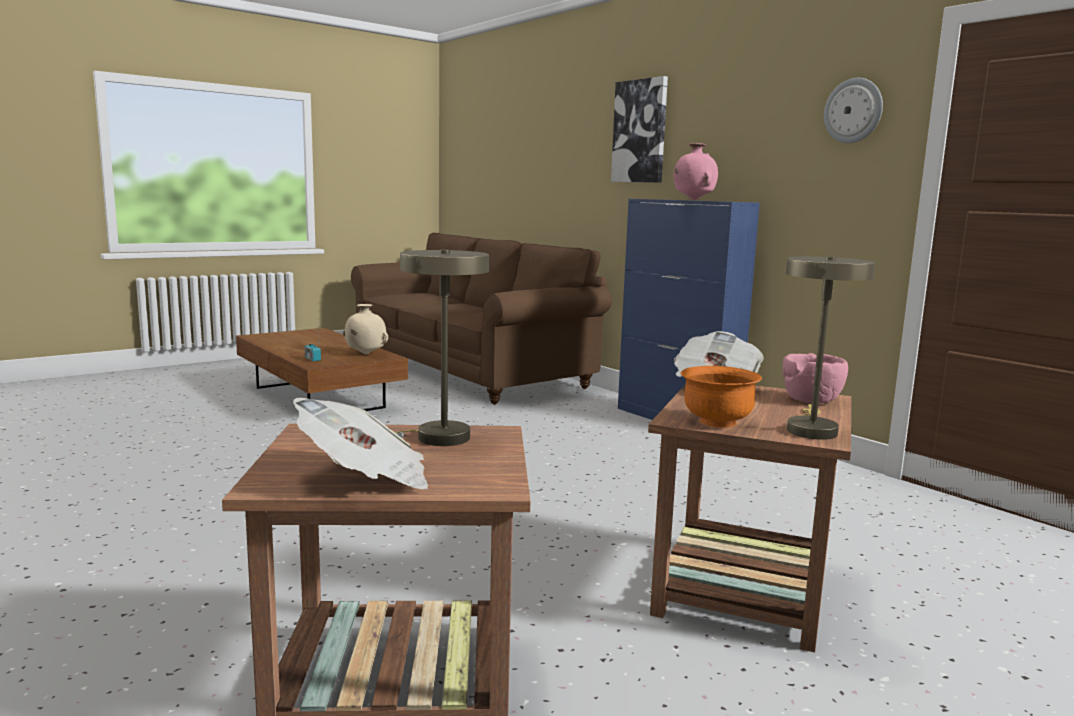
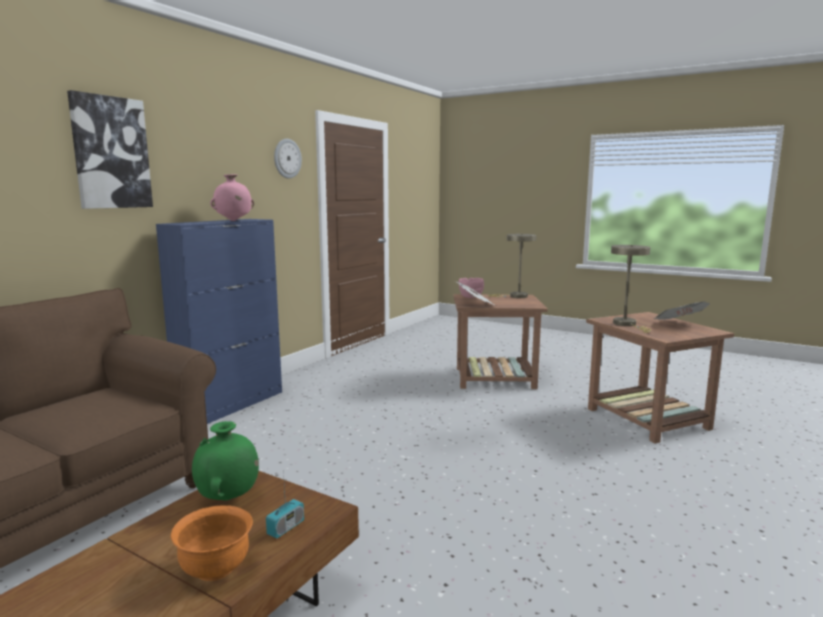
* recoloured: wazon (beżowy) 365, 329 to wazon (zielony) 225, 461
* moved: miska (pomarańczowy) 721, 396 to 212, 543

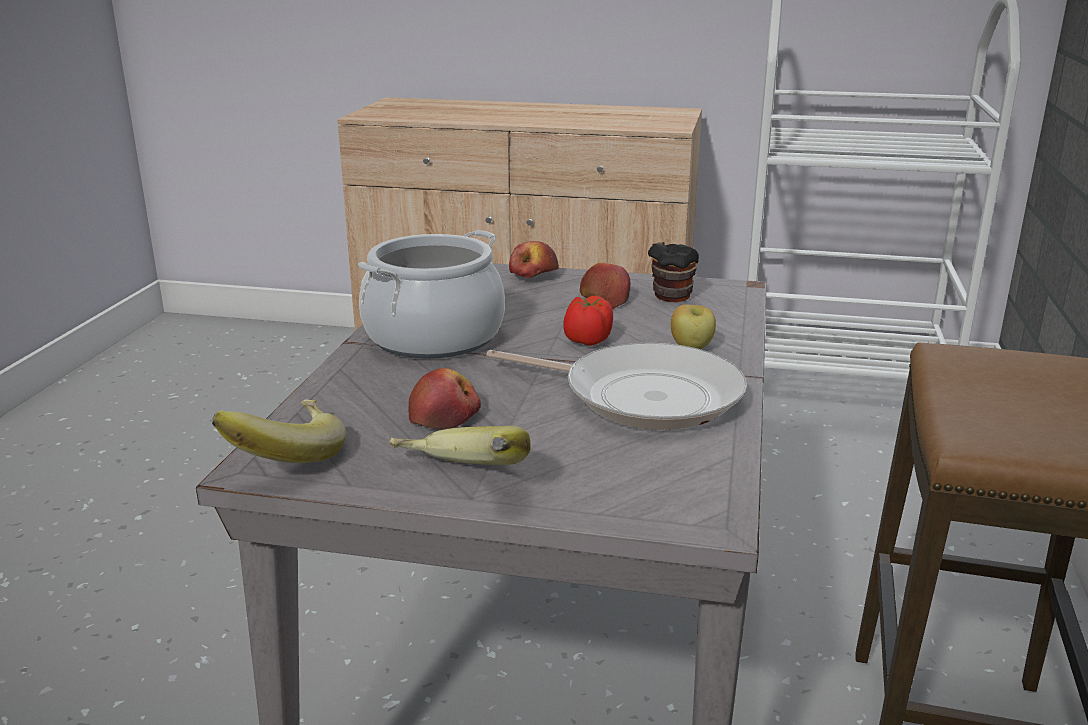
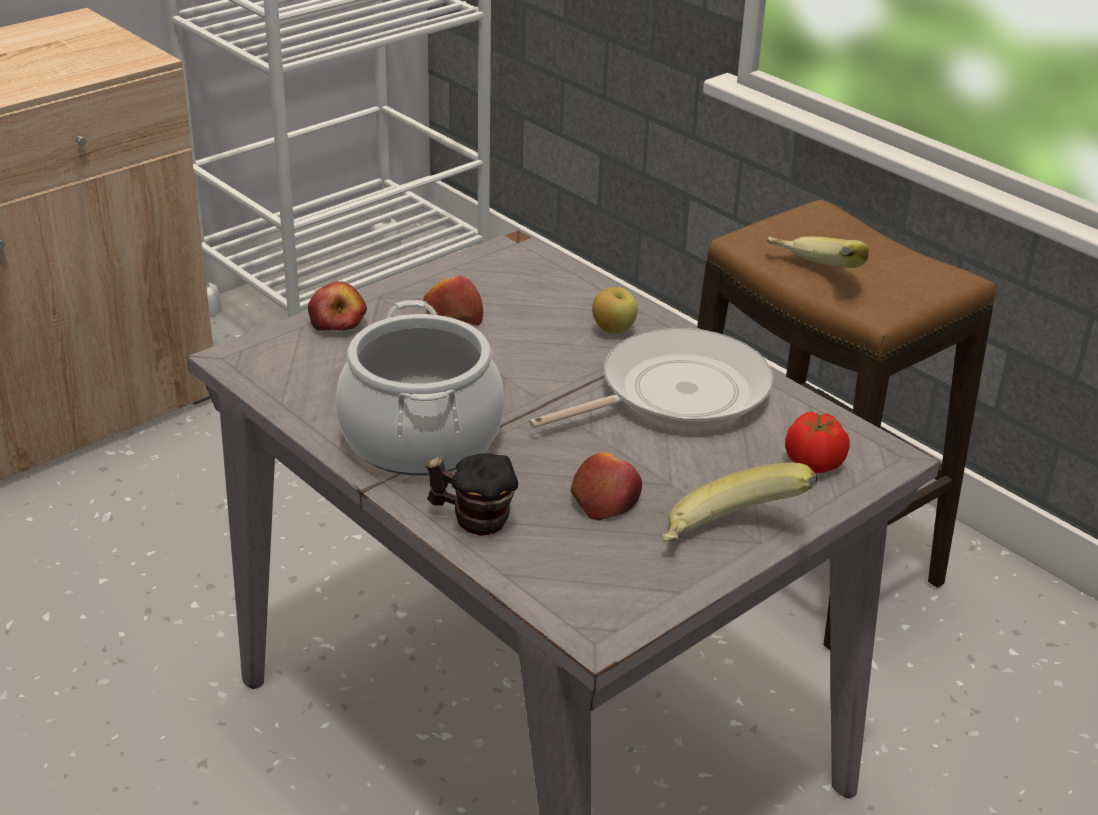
* moved: banan 279, 431 to 818, 252
* moved: pomidor 588, 321 to 817, 442
* moved: kubek 673, 272 to 472, 494

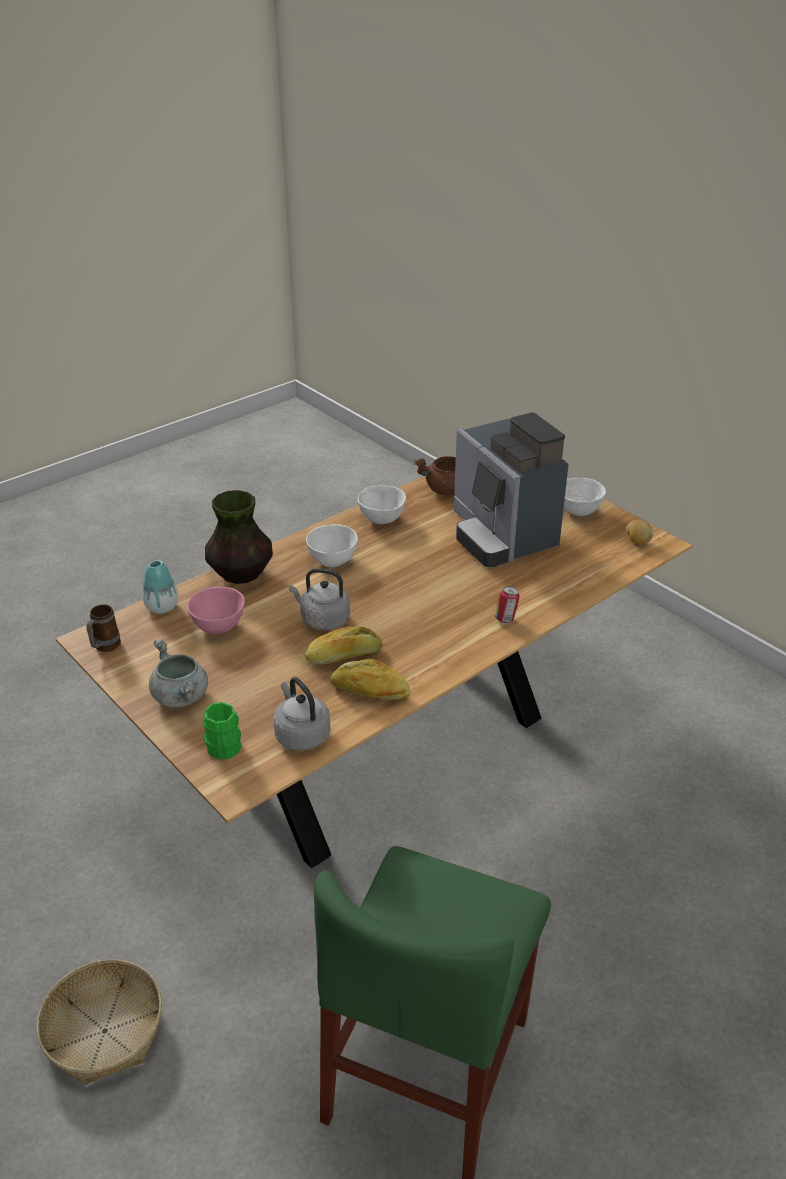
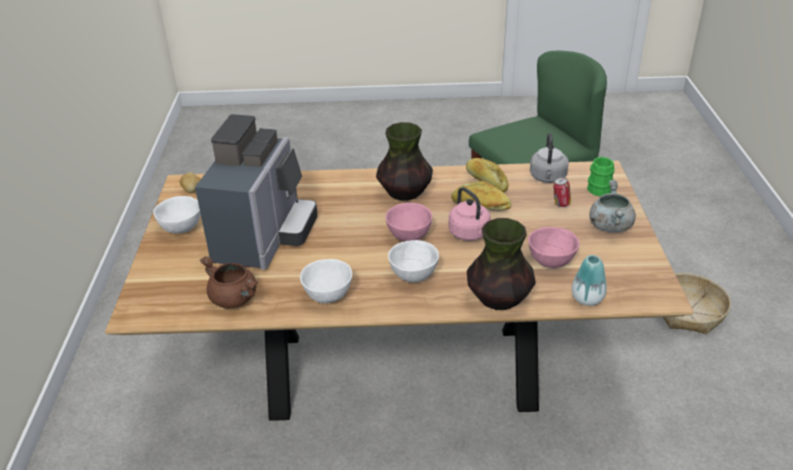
* removed: kubek 104, 628
* recoloured: czajnik (szary) 319, 599 to czajnik (różowy) 469, 214
* moved: puszka 507, 604 to 562, 192
* added: wazon 404, 161
* added: miska (różowy) 408, 222

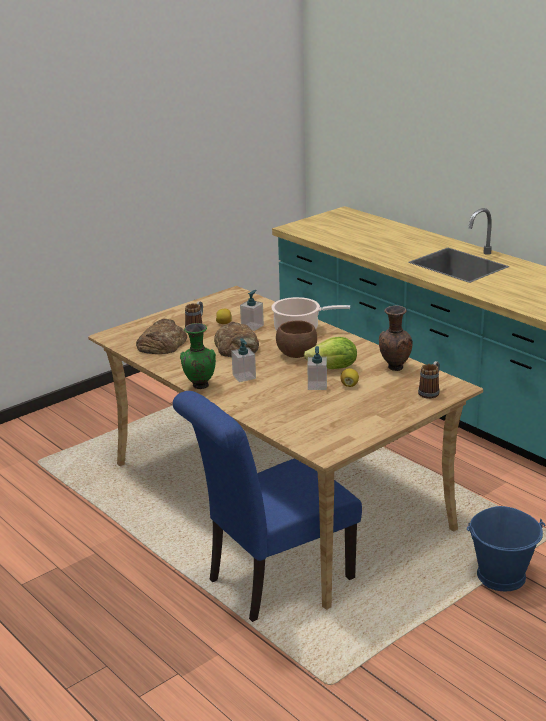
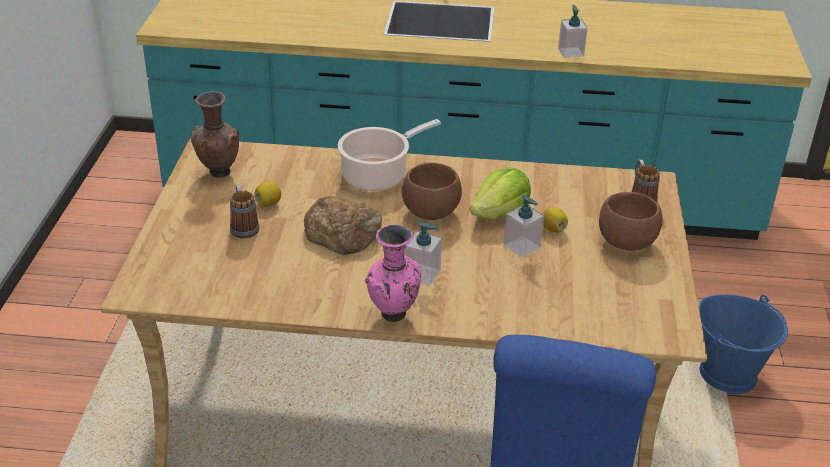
* removed: chleb 161, 336
* recoloured: wazon (zielony) 198, 356 to wazon (różowy) 393, 273
* moved: dozownik mydła 252, 310 to 573, 31
* moved: wazon (brązowy) 396, 338 to 215, 134
* added: miska (brązowy) 631, 221

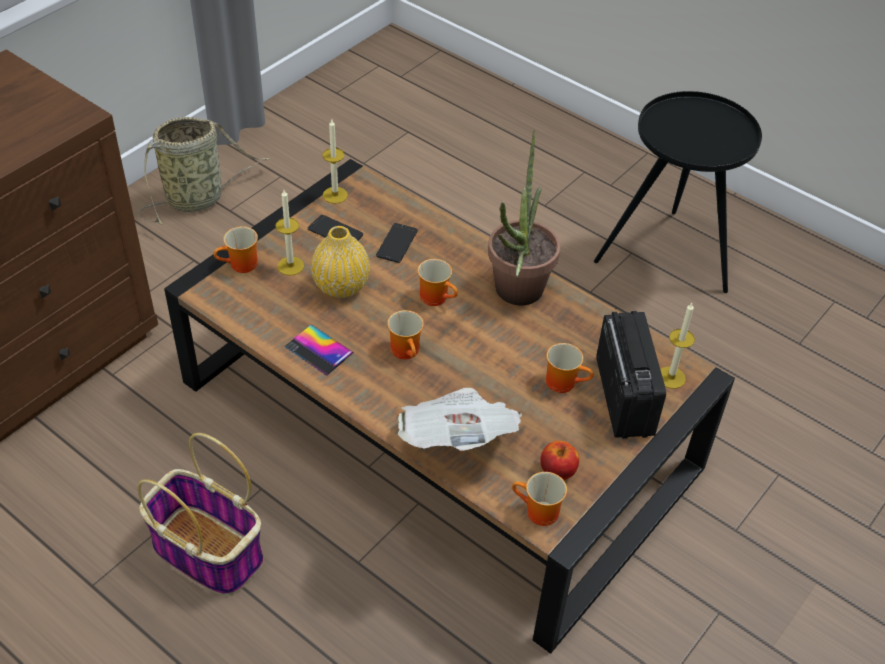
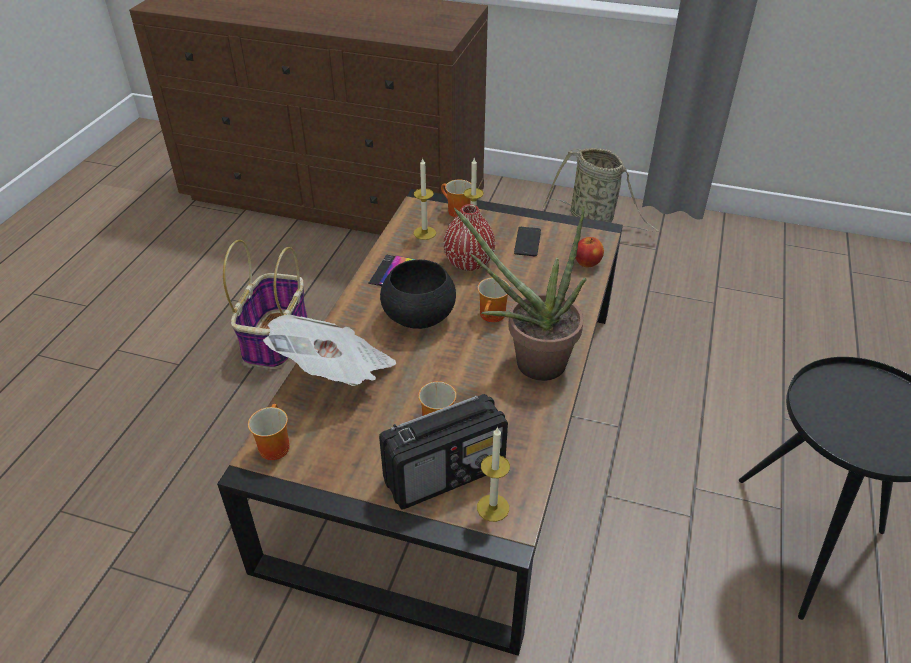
* recoloured: wazon (żółty) 340, 262 to wazon (czerwony) 469, 237
* moved: świeca 335, 162 to 425, 198
* removed: telefon 397, 243
* replaced: kubek 405, 334 to miska (czarny) 418, 294
* moved: jabłko 559, 460 to 590, 252

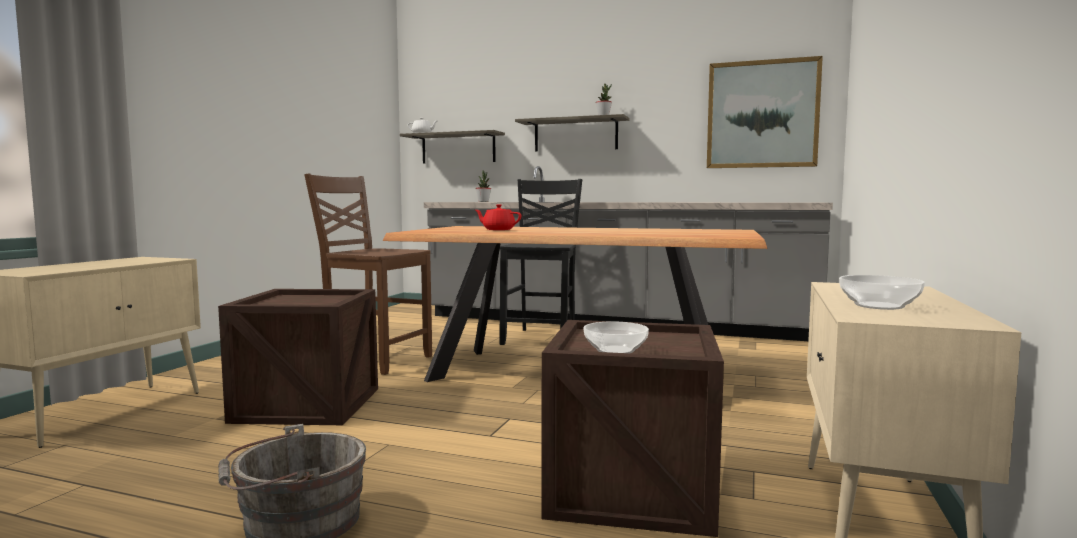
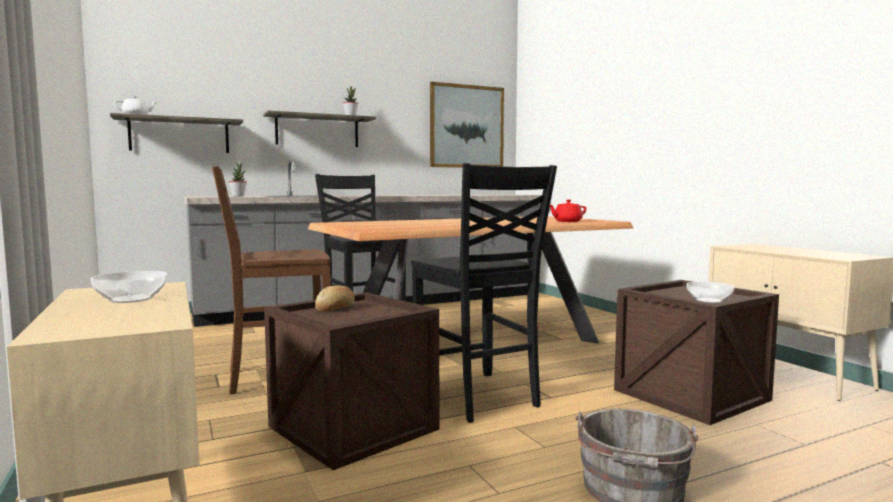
* moved: imbryk (czerwony) 498, 217 to 568, 211
* moved: miska 882, 292 to 129, 287
* added: chleb 335, 298
* added: krzesło (czarny) 484, 293

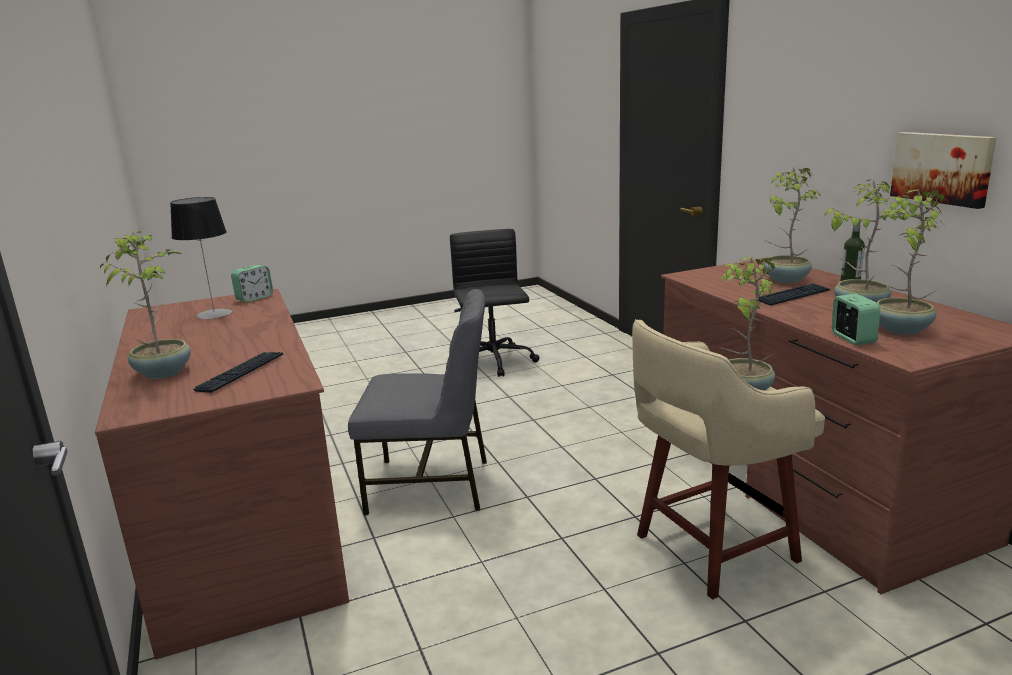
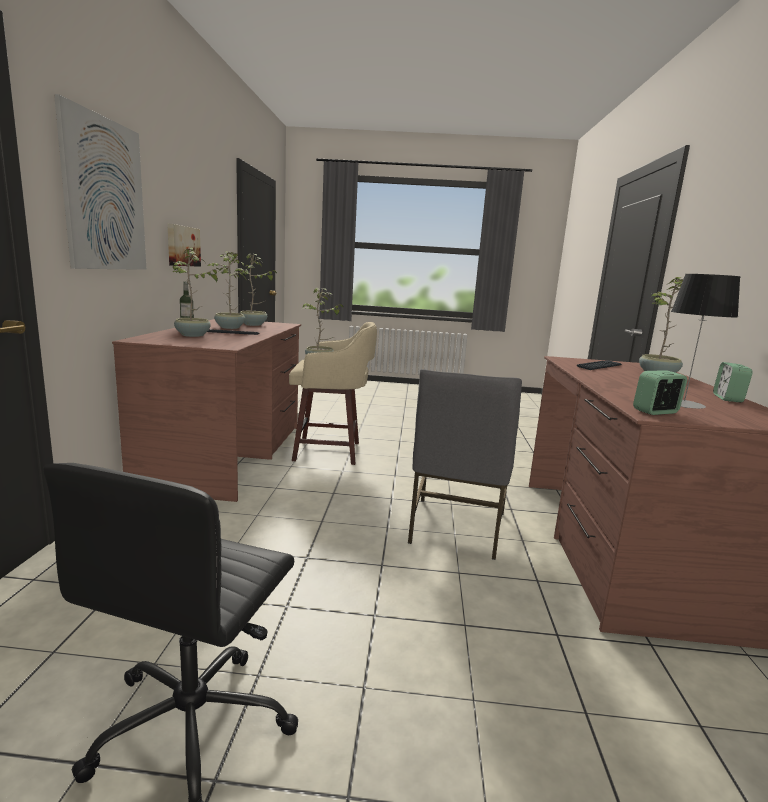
* turned: krzesło (szary) 417, 402 = 465, 464 105 degrees counterclockwise
* moved: budzik 856, 319 to 732, 382
* added: obraz 100, 182

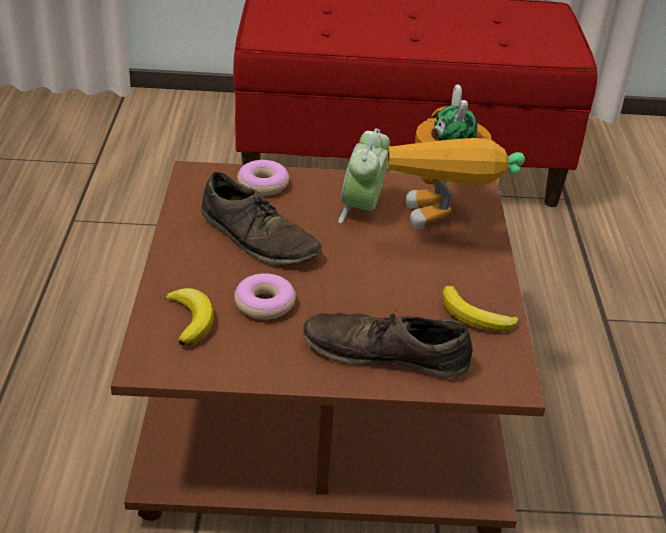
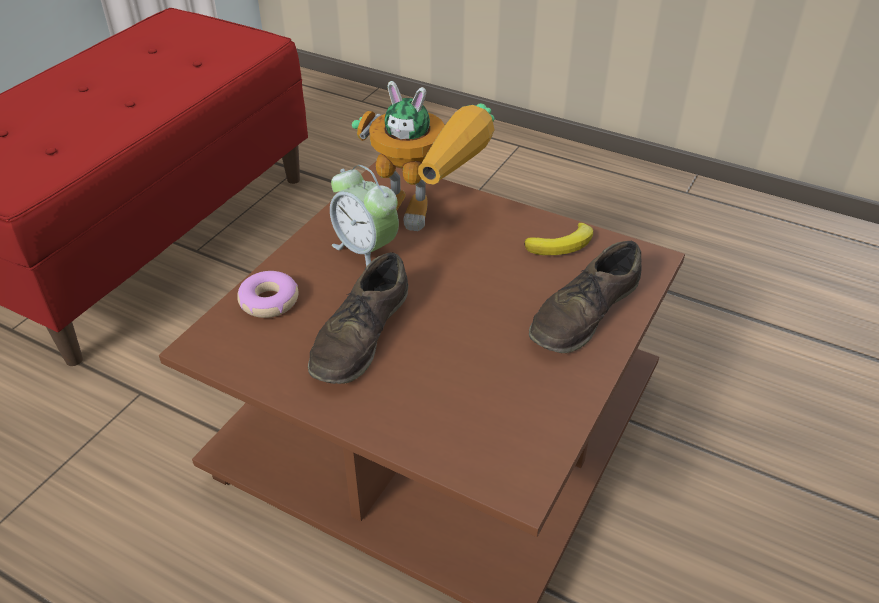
* removed: banan 189, 317
* turned: but (brązowy) 261, 218 = 358, 318 135 degrees clockwise
* removed: donut 265, 296

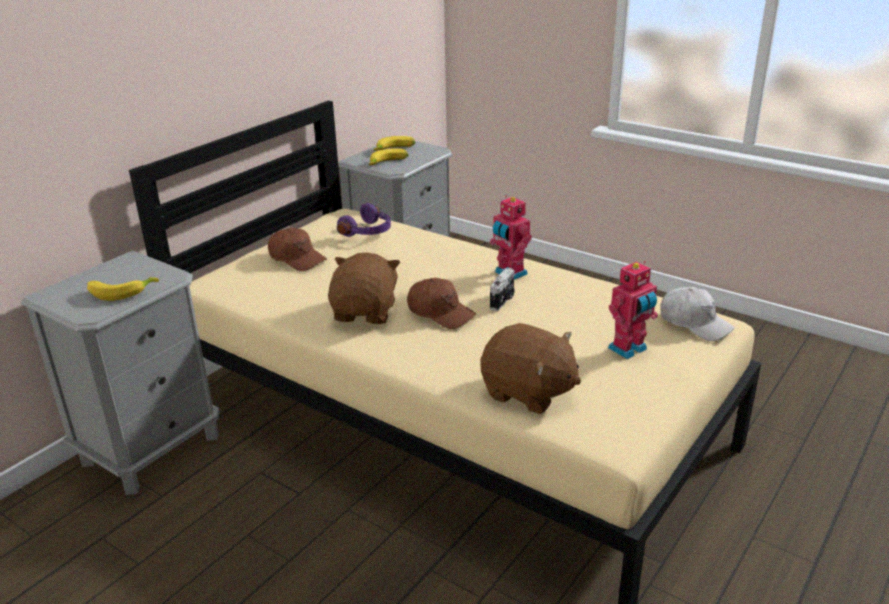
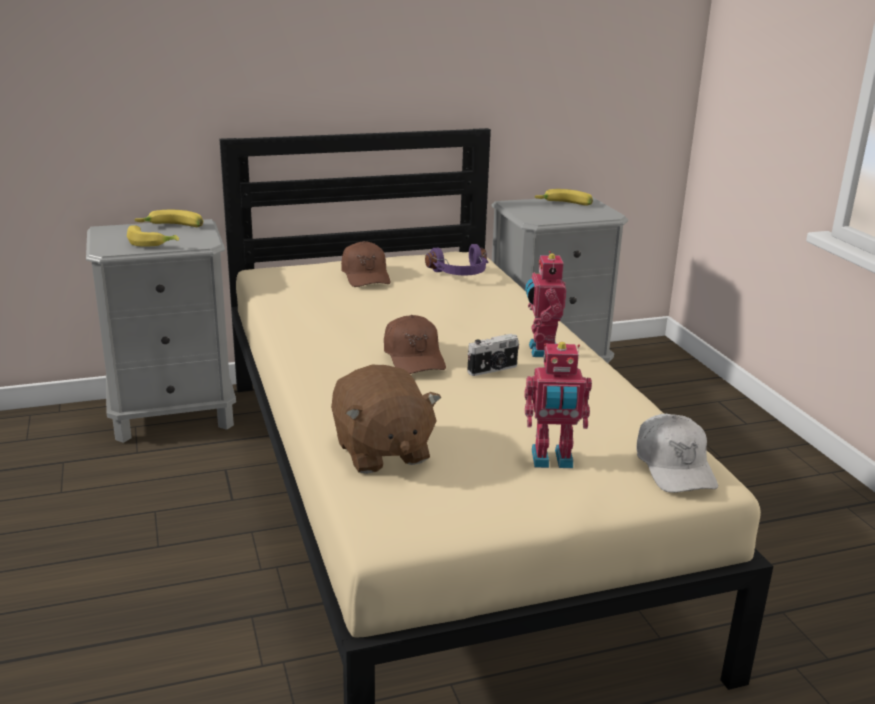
* removed: pluszak (brązowy) 364, 288
* moved: banan 389, 157 to 169, 218

